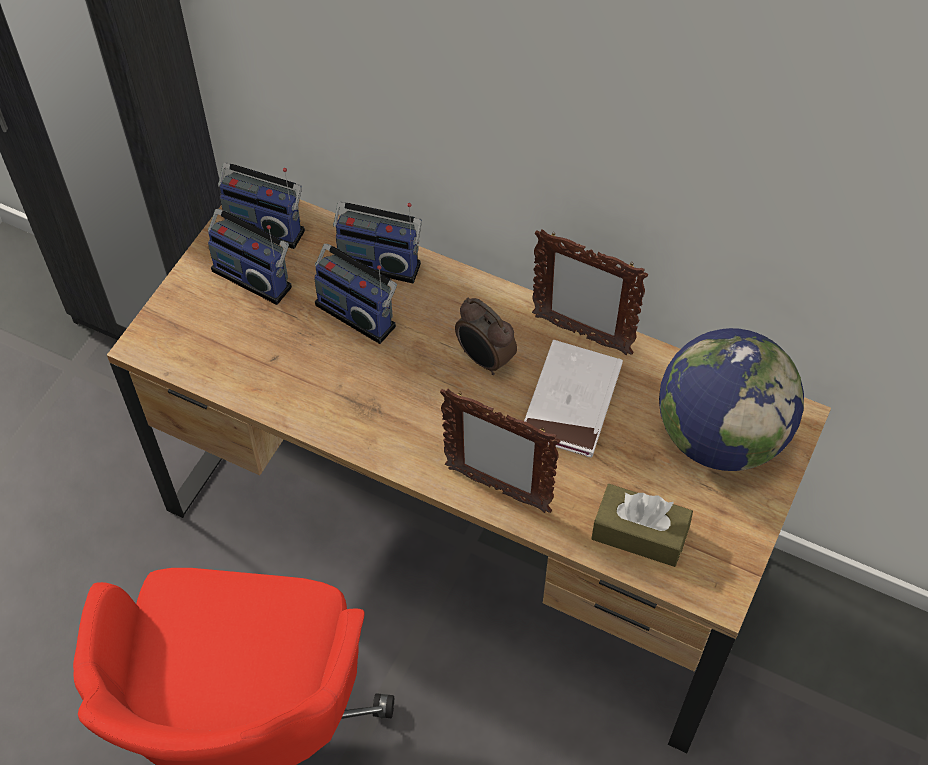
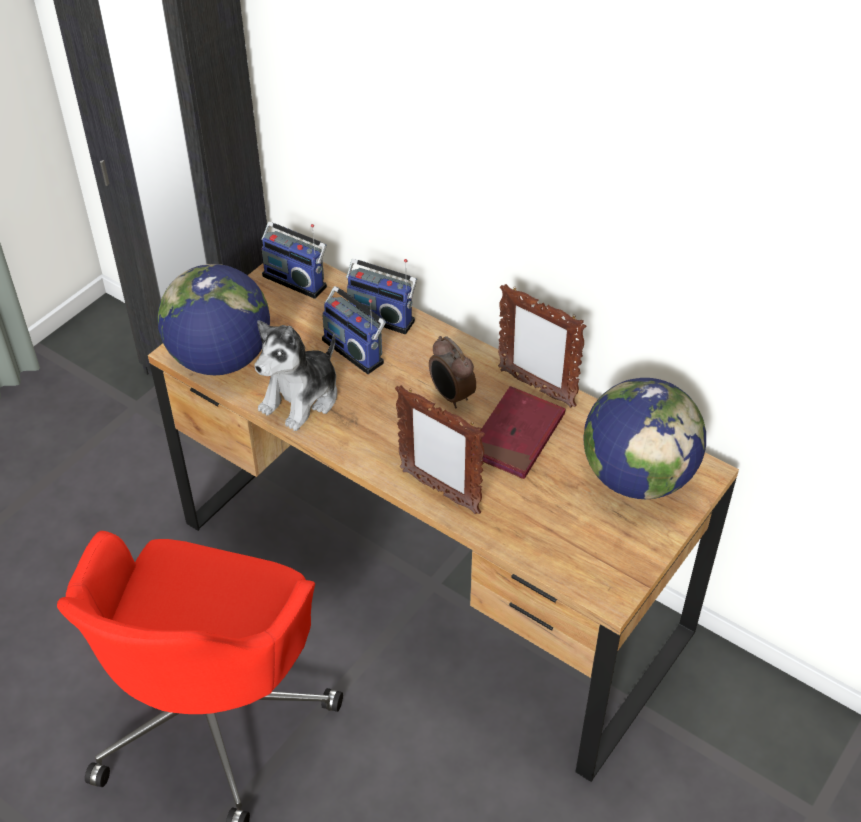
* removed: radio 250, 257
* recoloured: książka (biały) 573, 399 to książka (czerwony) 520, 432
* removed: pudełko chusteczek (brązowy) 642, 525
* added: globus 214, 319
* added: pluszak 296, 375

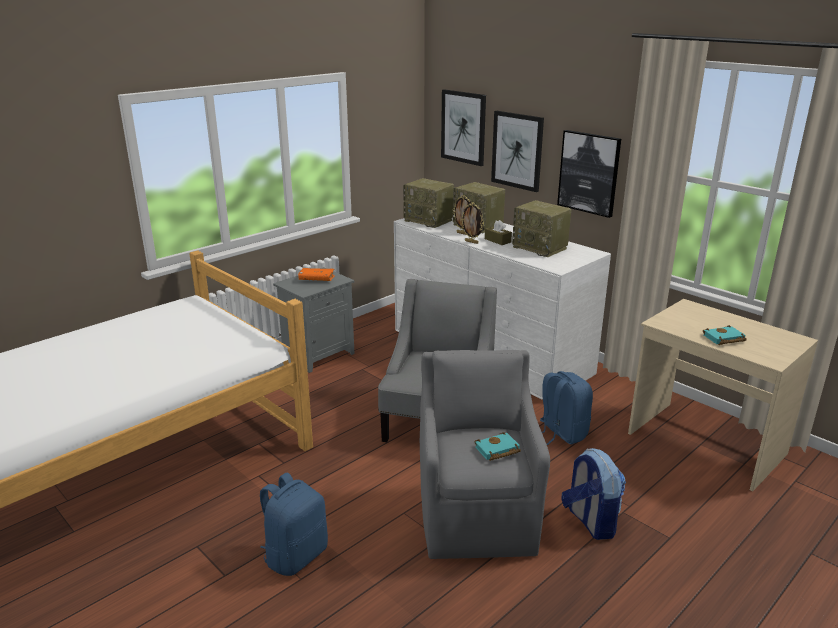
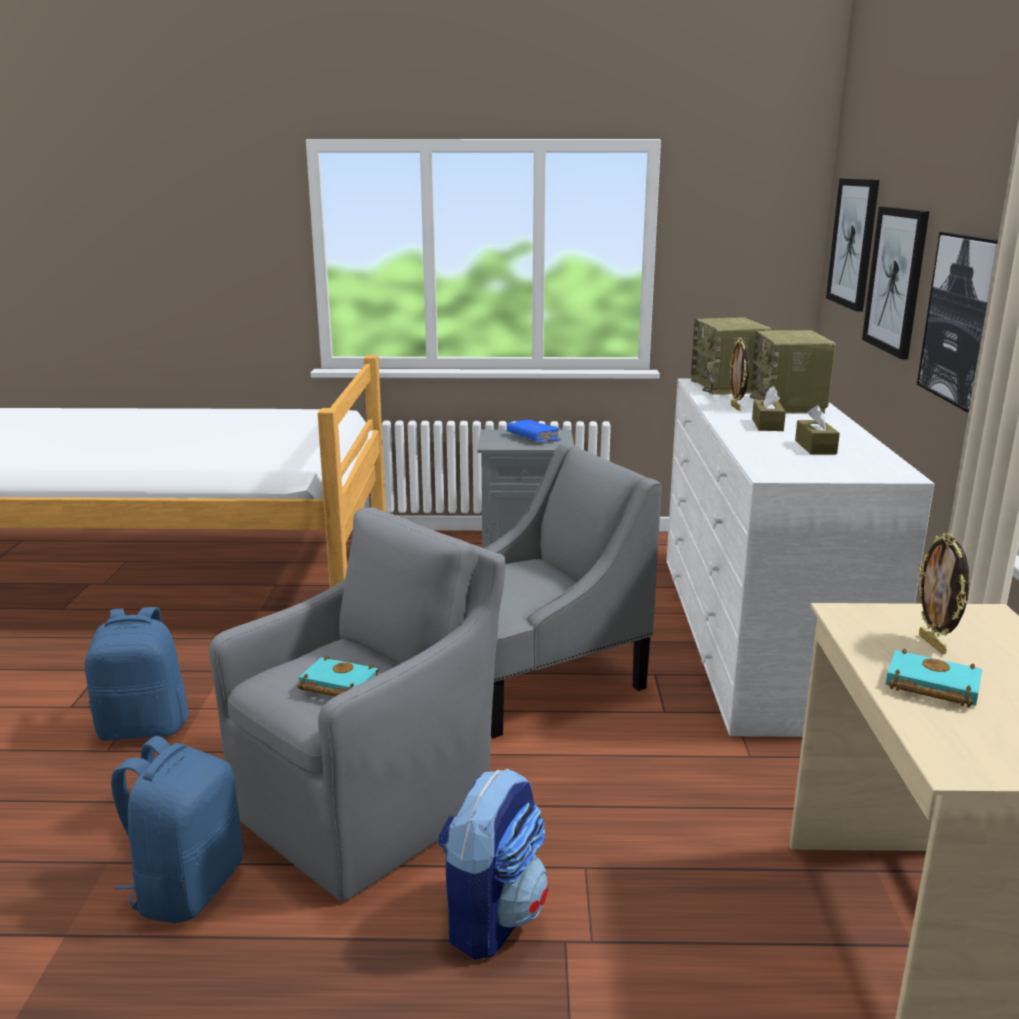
* recoloured: książka (pomarańczowy) 316, 274 to książka (niebieski) 534, 430
* moved: ramka na zdjęcie 472, 223 to 943, 593
* replaced: radio 541, 228 to pudełko chusteczek (brązowy) 817, 430
* moved: plecak (niebieski) 566, 408 to 177, 829

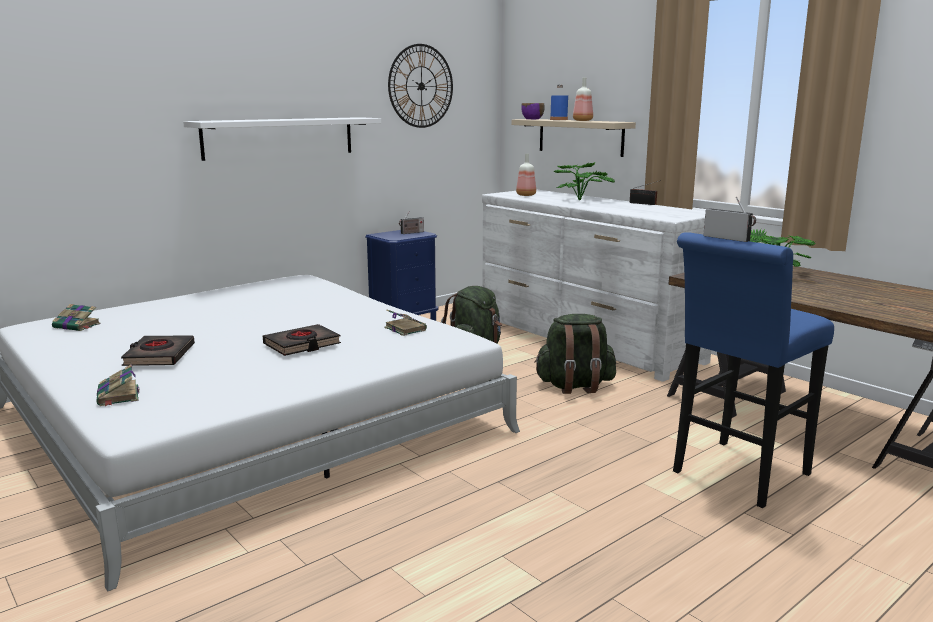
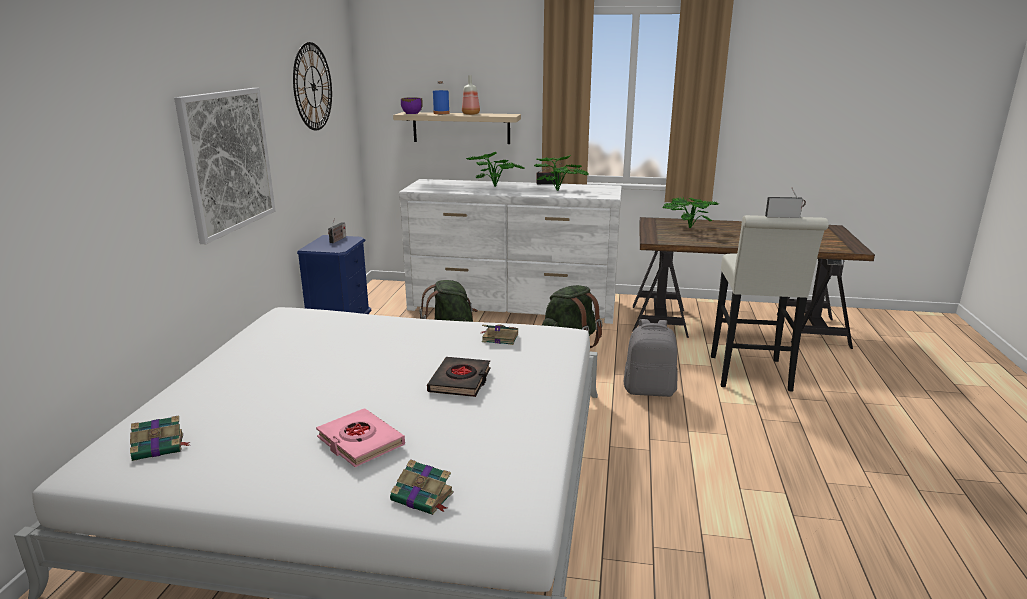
* recoloured: książka (czarny) 158, 350 to książka (różowy) 360, 437
* replaced: półka (biały) 282, 139 to obraz 224, 166
* removed: butelka 526, 174
* recoloured: stołek (niebieski) 753, 370 to stołek (biały) 770, 303
* added: roślina doniczkowa 561, 173
* added: plecak (szary) 651, 358

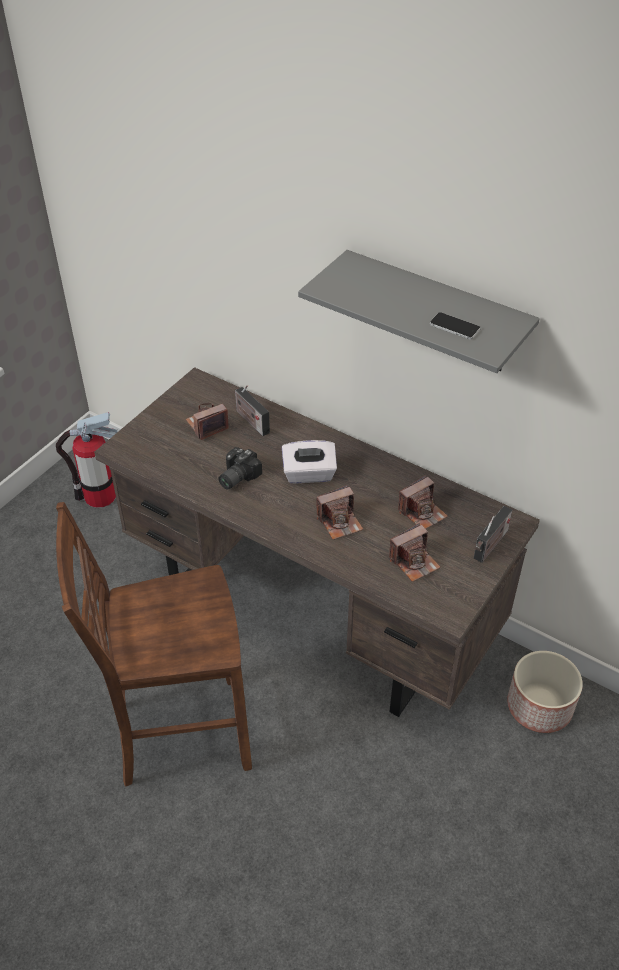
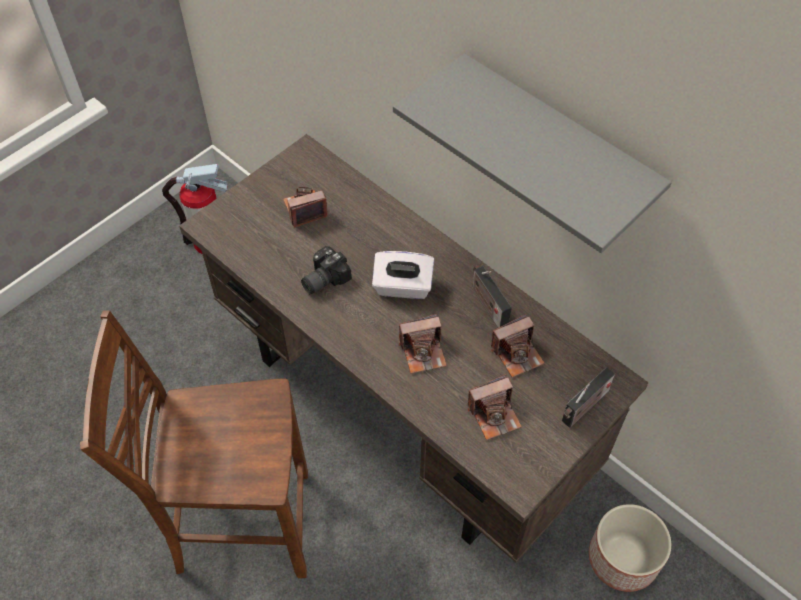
* moved: radio 252, 410 to 492, 297
* removed: telefon 455, 325

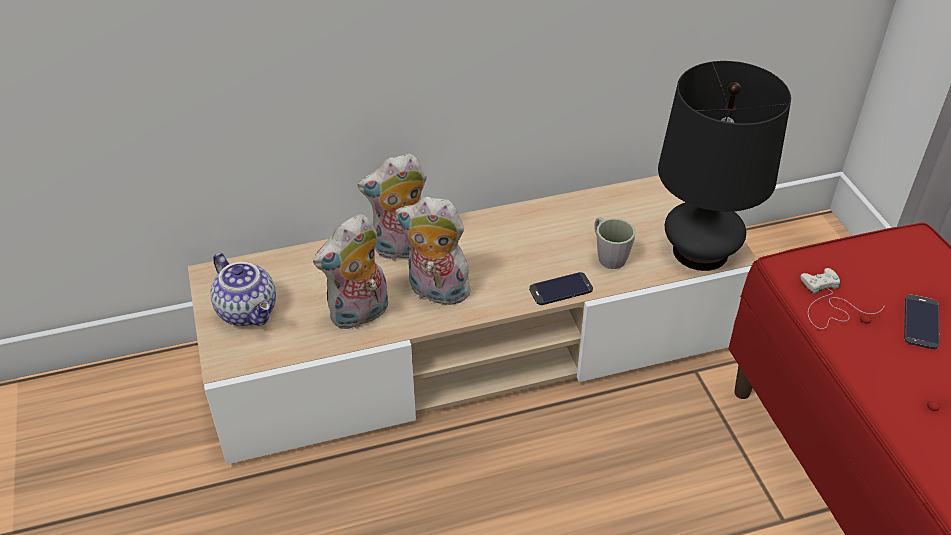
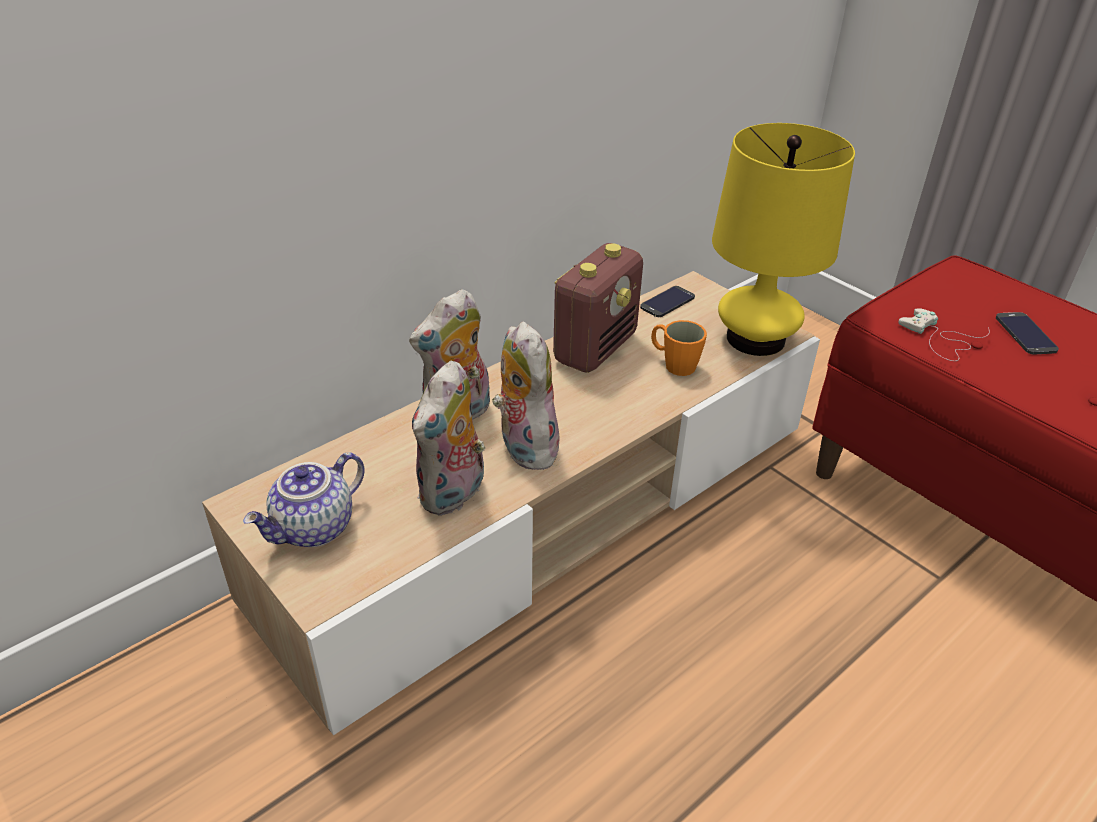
* turned: imbryk 243, 289 = 304, 499 105 degrees clockwise
* turned: pluszak 433, 251 = 528, 396 75 degrees clockwise
* moved: telefon 561, 288 to 667, 301
* recoloured: kubek (szary) 614, 243 to kubek (pomarańczowy) 679, 348
* recoloured: lampa stołowa (czarny) 724, 166 to lampa stołowa (żółty) 783, 239
* added: radio 598, 308

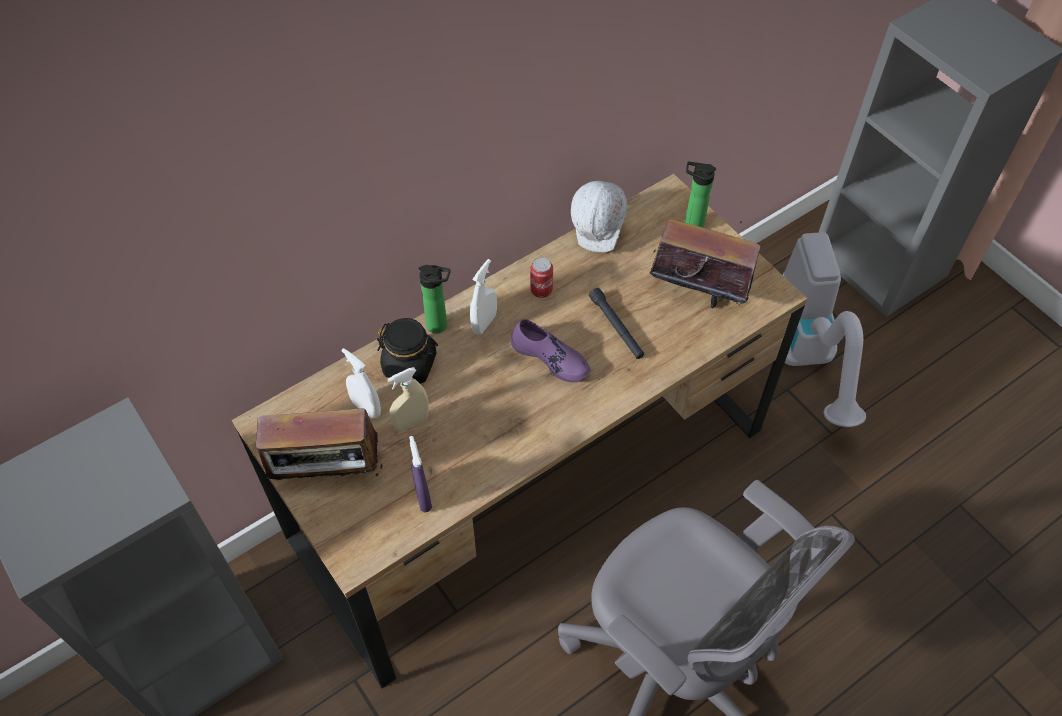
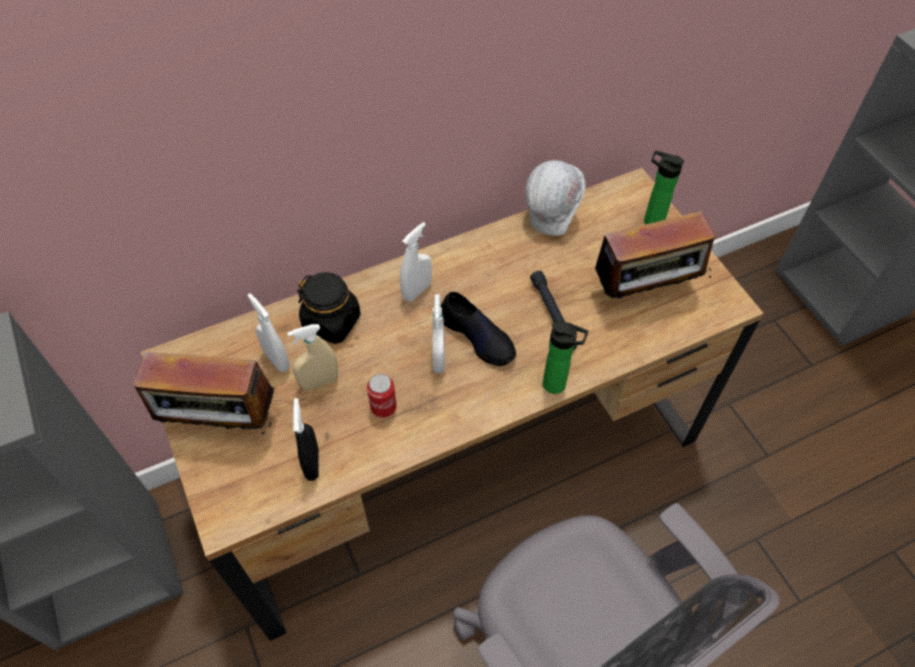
* recoloured: spryskiwacz (fioletowy) 420, 474 to spryskiwacz (czarny) 306, 439
* moved: butelka 434, 299 to 565, 358
* recoloured: but (fioletowy) 550, 350 to but (czarny) 478, 329
* moved: puszka 541, 277 to 382, 396
* turned: radio 705, 264 = 653, 254 135 degrees clockwise
* removed: odkurzacz 824, 329
* added: spryskiwacz (biały) 439, 334

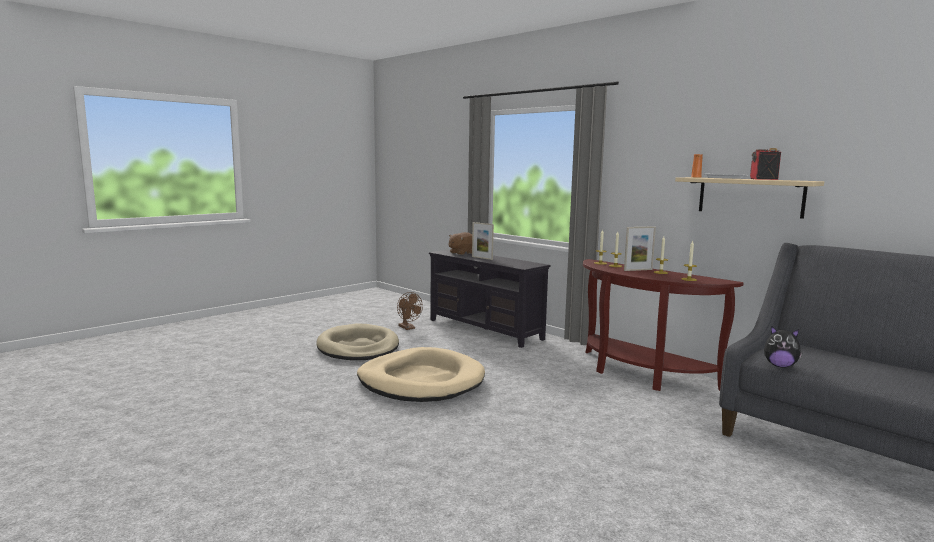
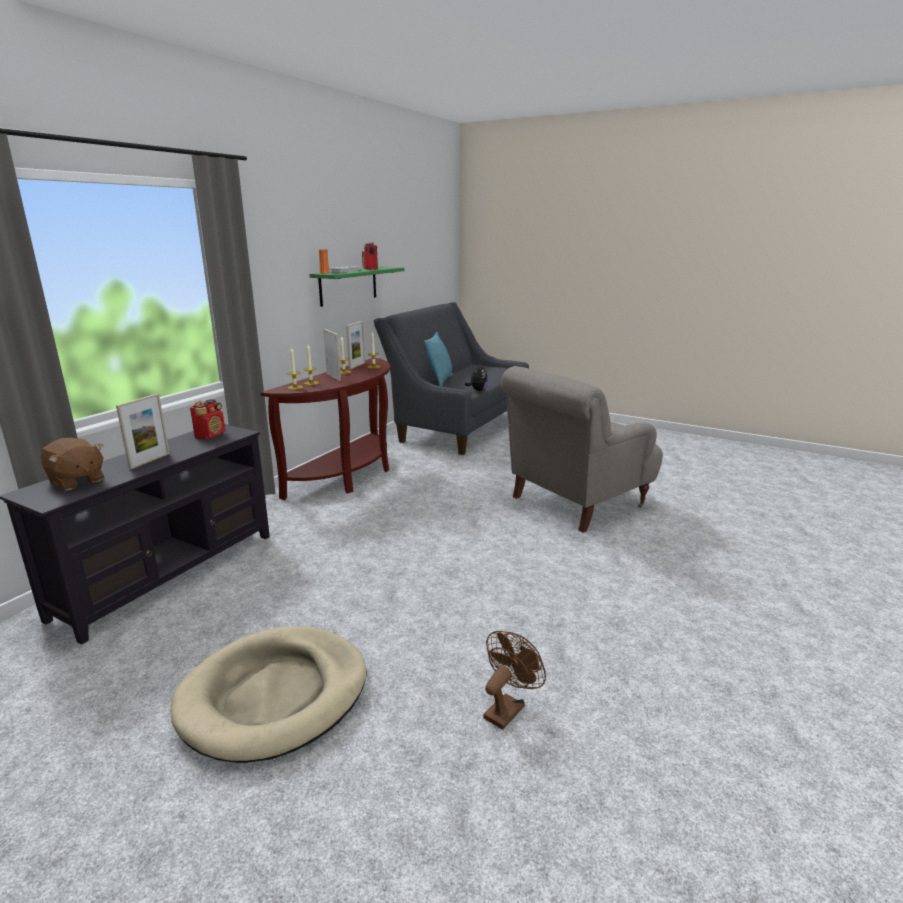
* removed: legowisko (beżowy) 421, 374
* moved: wentylator (brązowy) 410, 311 to 514, 680
* recoloured: półka (beżowy) 749, 198 to półka (zielony) 357, 287
* added: radio 207, 419
* added: ramka na zdjęcie 355, 345
* added: poduszka (turkusowy) 438, 359
* added: fotel (szary) 582, 449

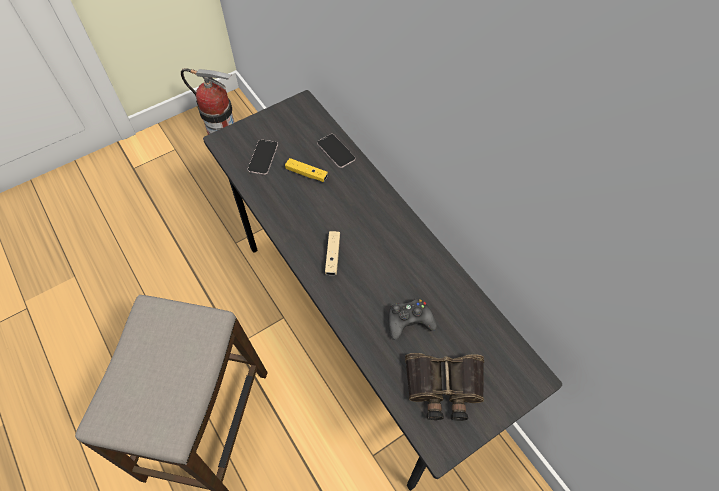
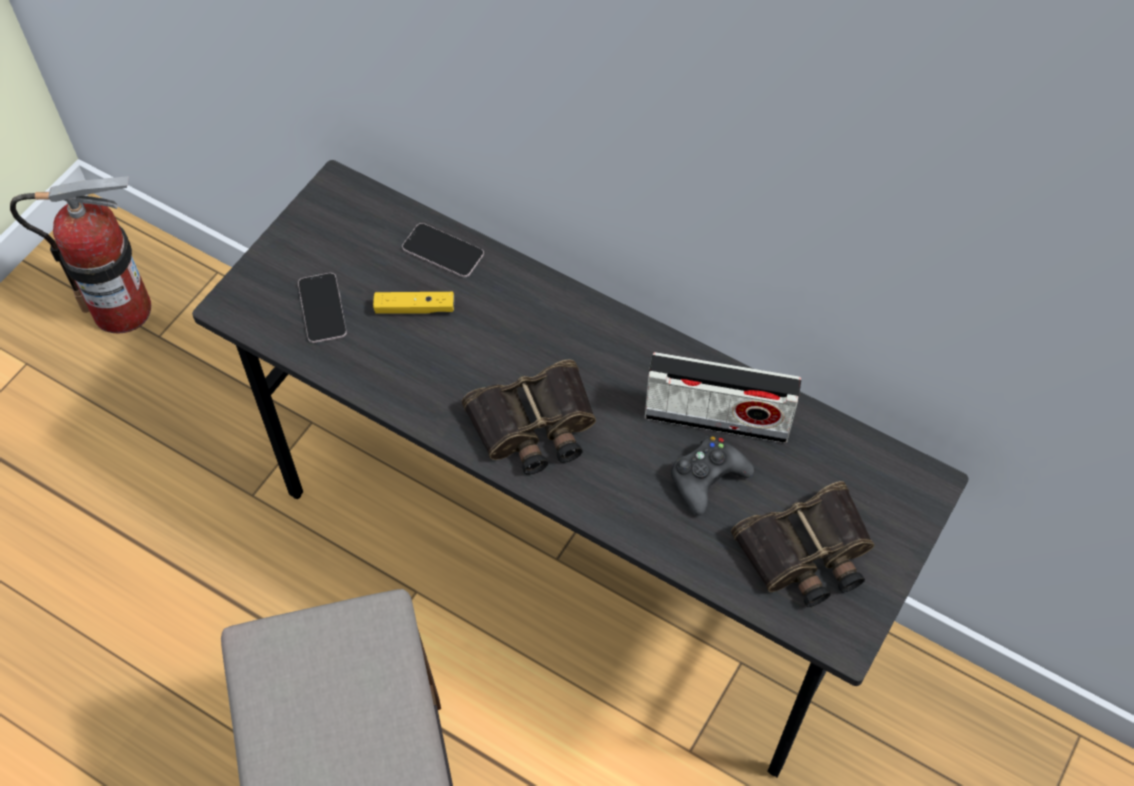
* replaced: pad do gier (beżowy) 332, 253 to lornetka 529, 417
* added: radio 723, 397

